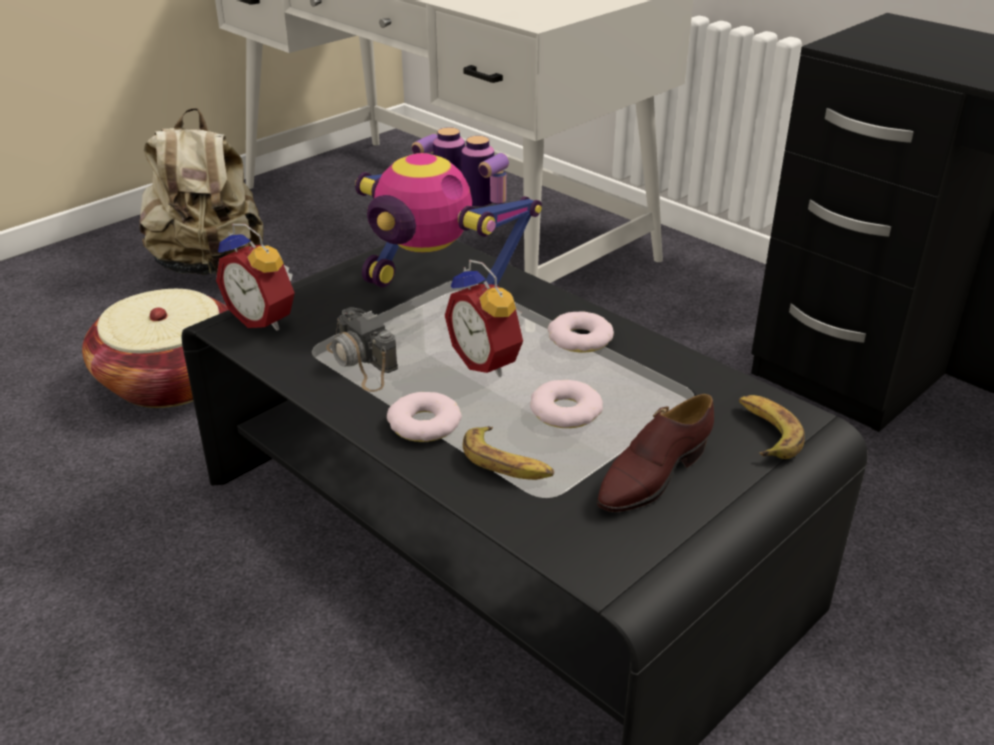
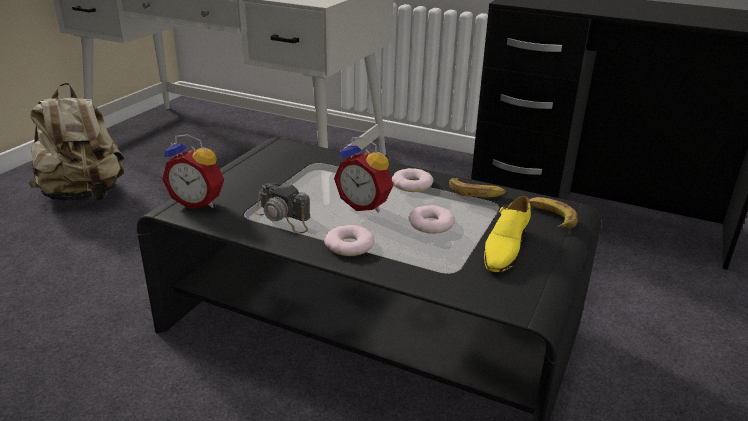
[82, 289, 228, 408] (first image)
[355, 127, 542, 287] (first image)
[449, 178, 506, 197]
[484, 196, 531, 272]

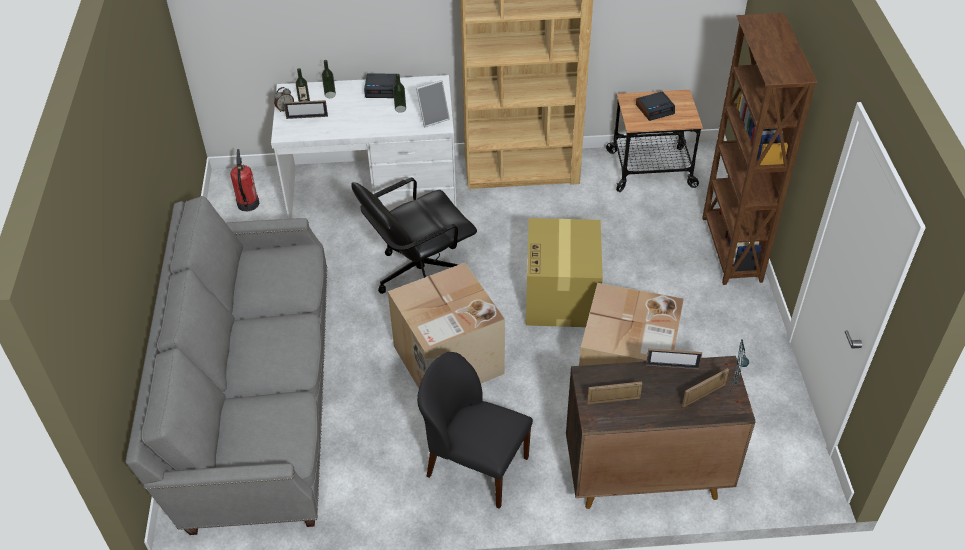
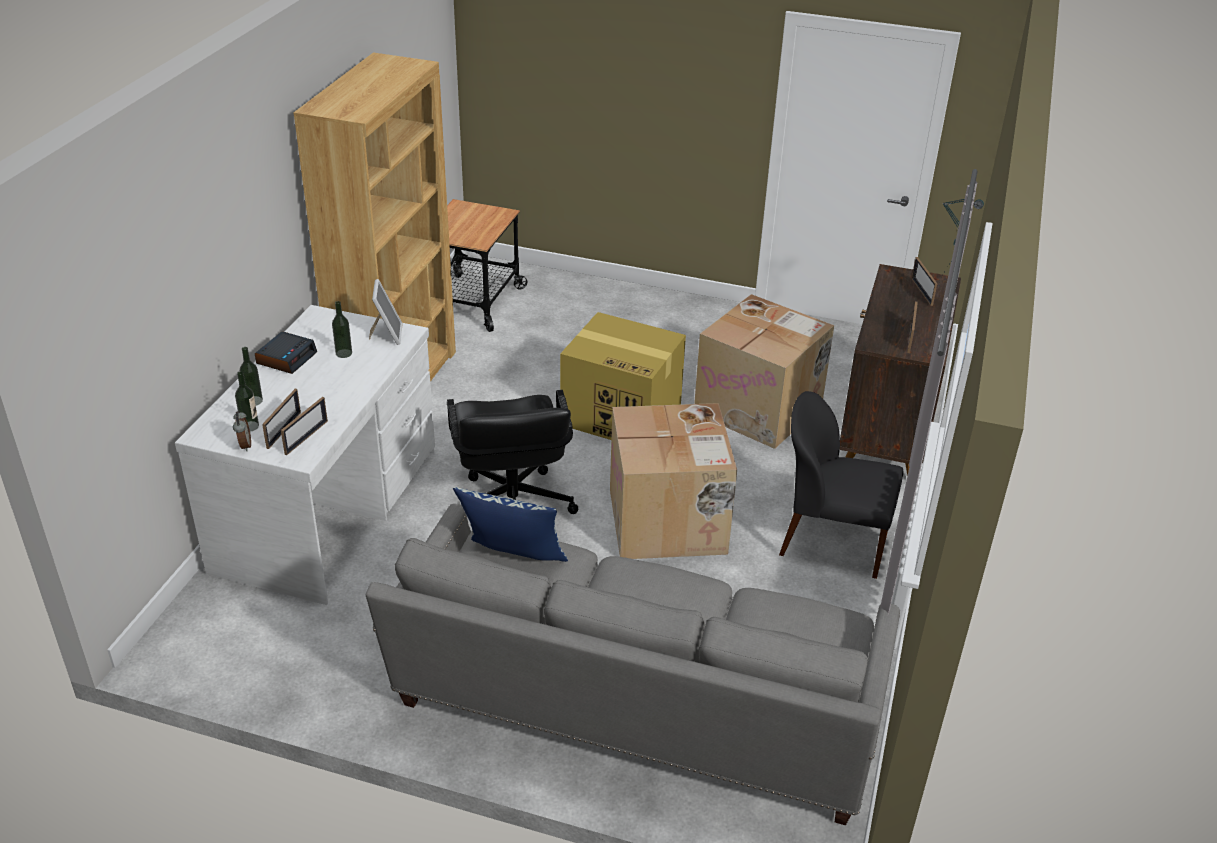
[230, 149, 259, 212] (first image)
[636, 91, 675, 121] (first image)
[702, 13, 818, 285] (first image)
[453, 487, 568, 562]
[281, 397, 328, 455]
[779, 391, 904, 579]

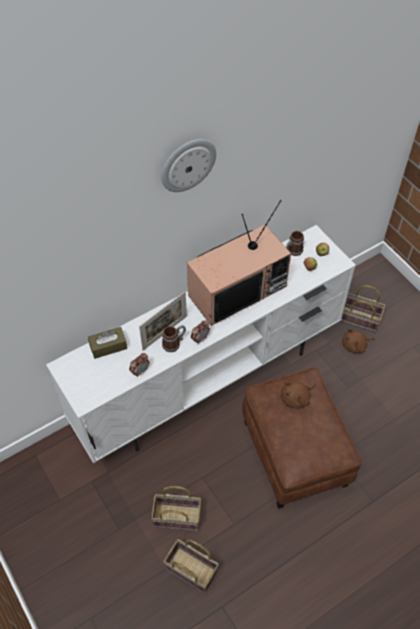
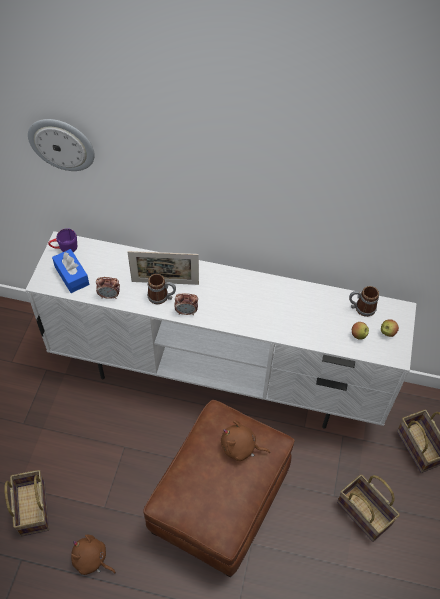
[88, 327, 127, 359] (first image)
[187, 200, 291, 326] (first image)
[48, 228, 77, 252]
[52, 249, 89, 293]
[337, 474, 400, 542]
[28, 119, 95, 171]
[71, 535, 116, 575]

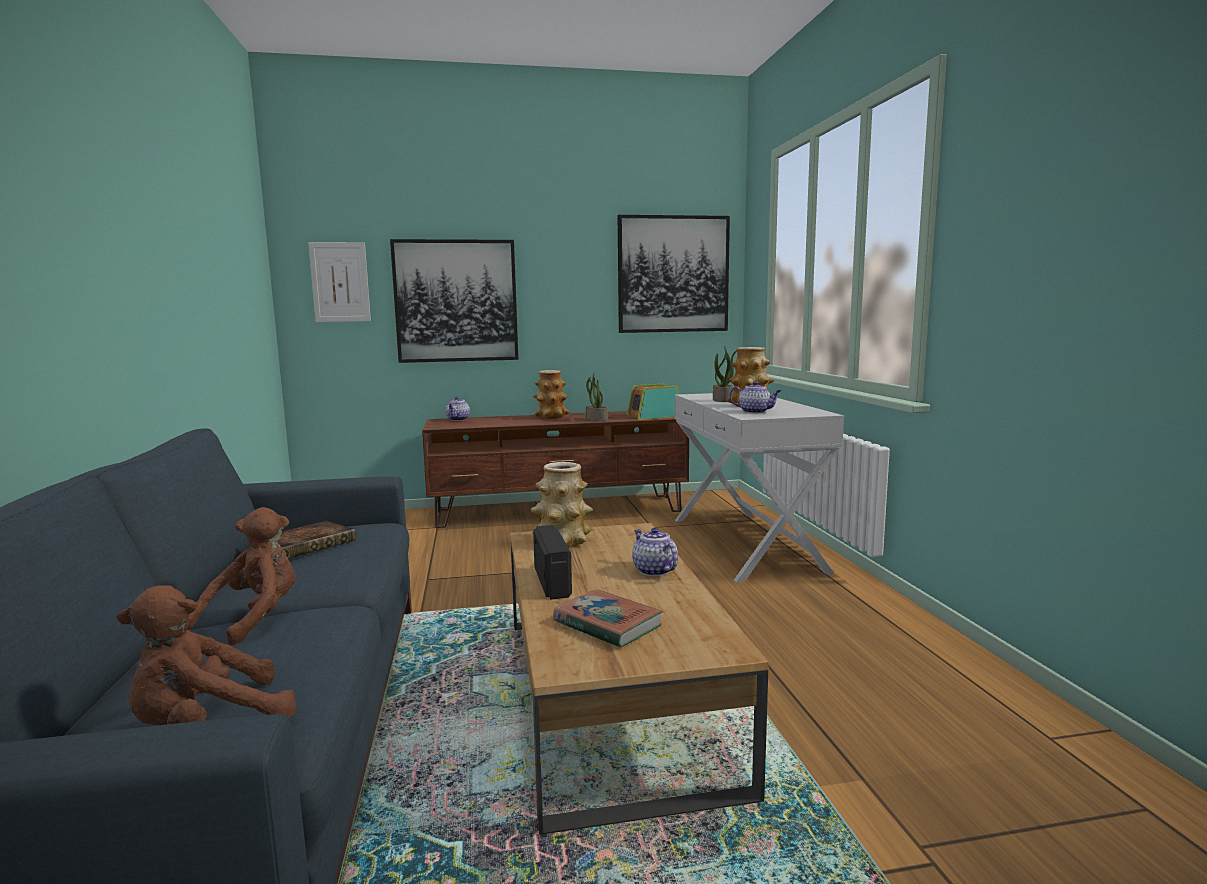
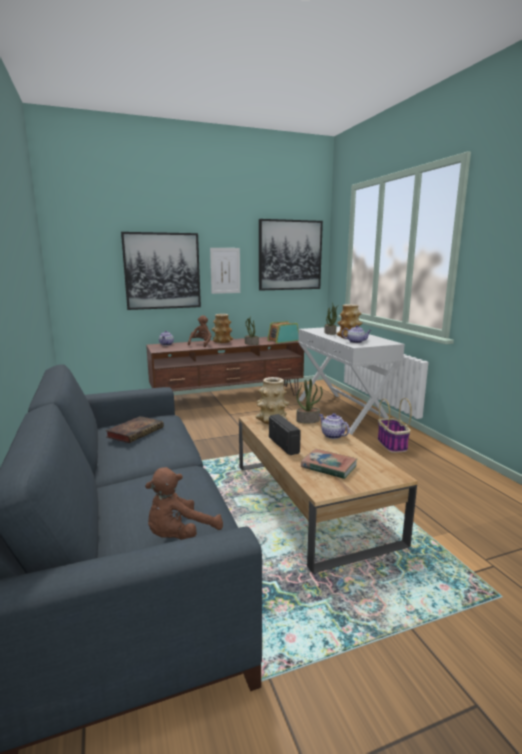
[296, 379, 322, 423]
[378, 398, 412, 453]
[188, 315, 211, 347]
[210, 248, 240, 294]

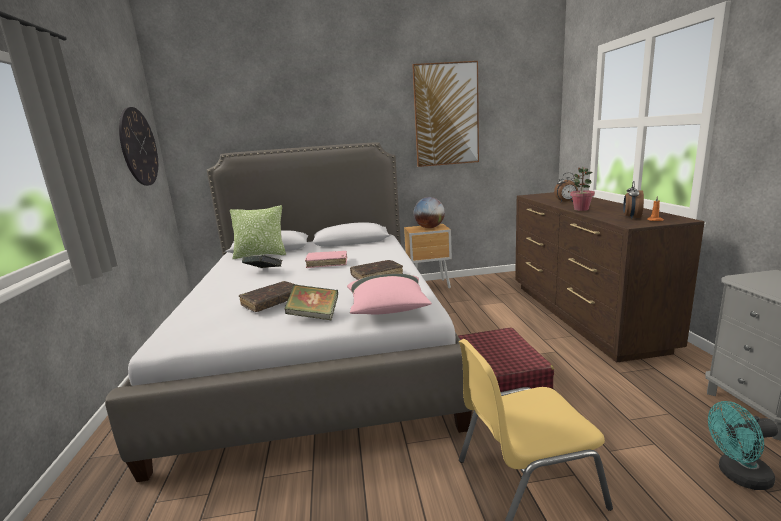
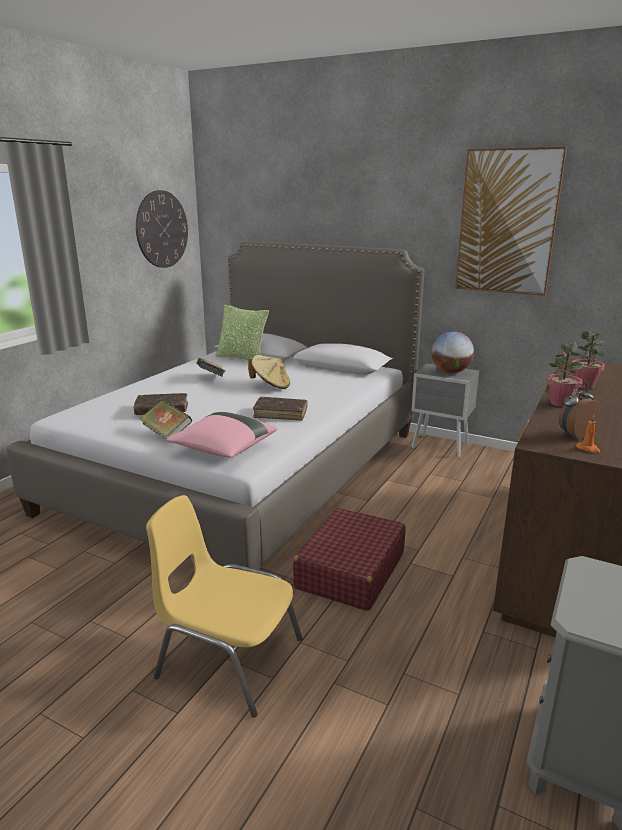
[708, 401, 778, 490] (first image)
[248, 355, 290, 389]
[572, 330, 606, 389]
[411, 363, 479, 458]

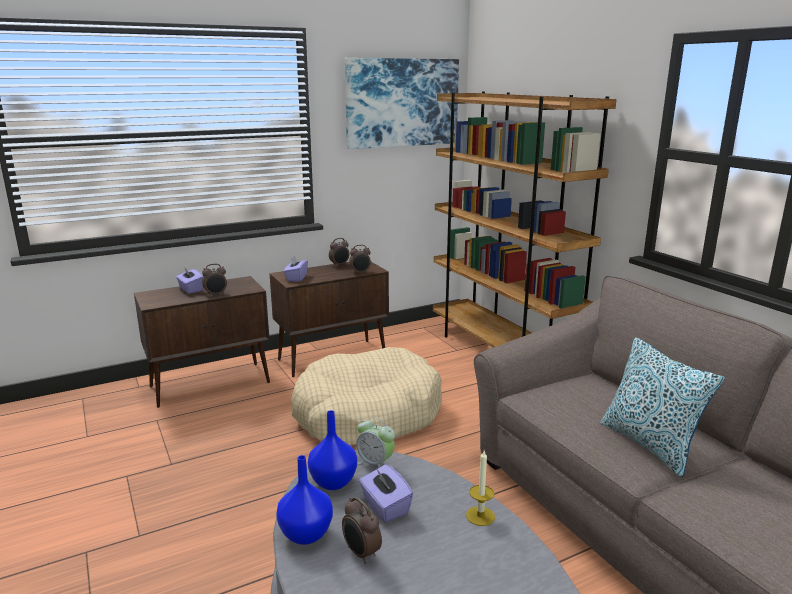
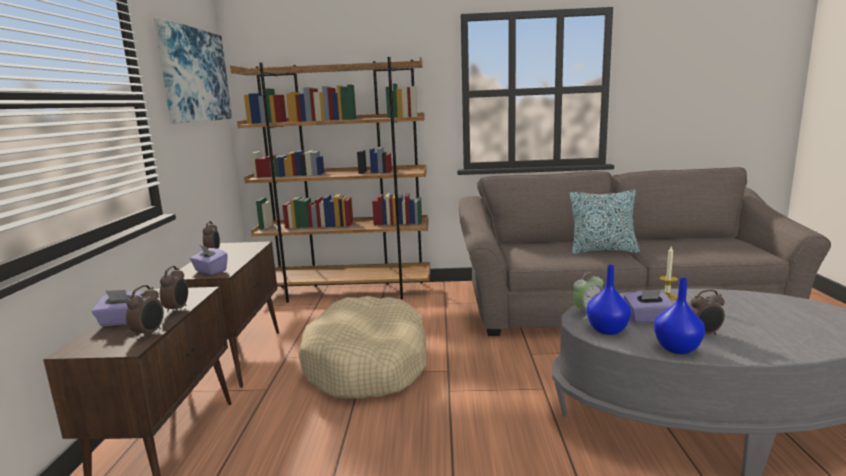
[126, 285, 164, 339]

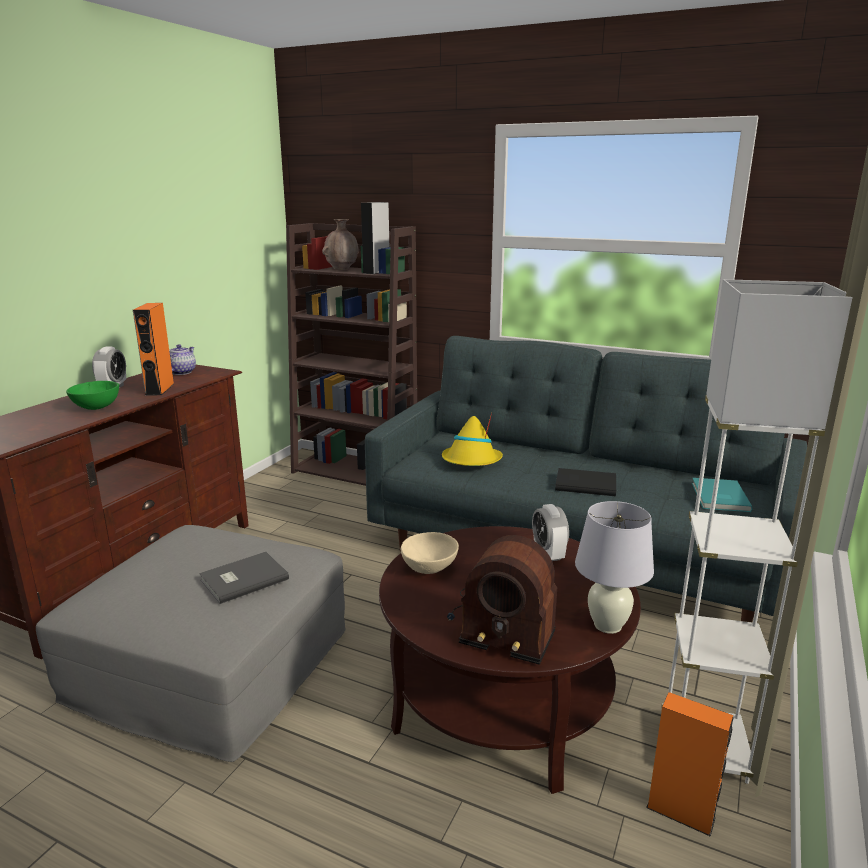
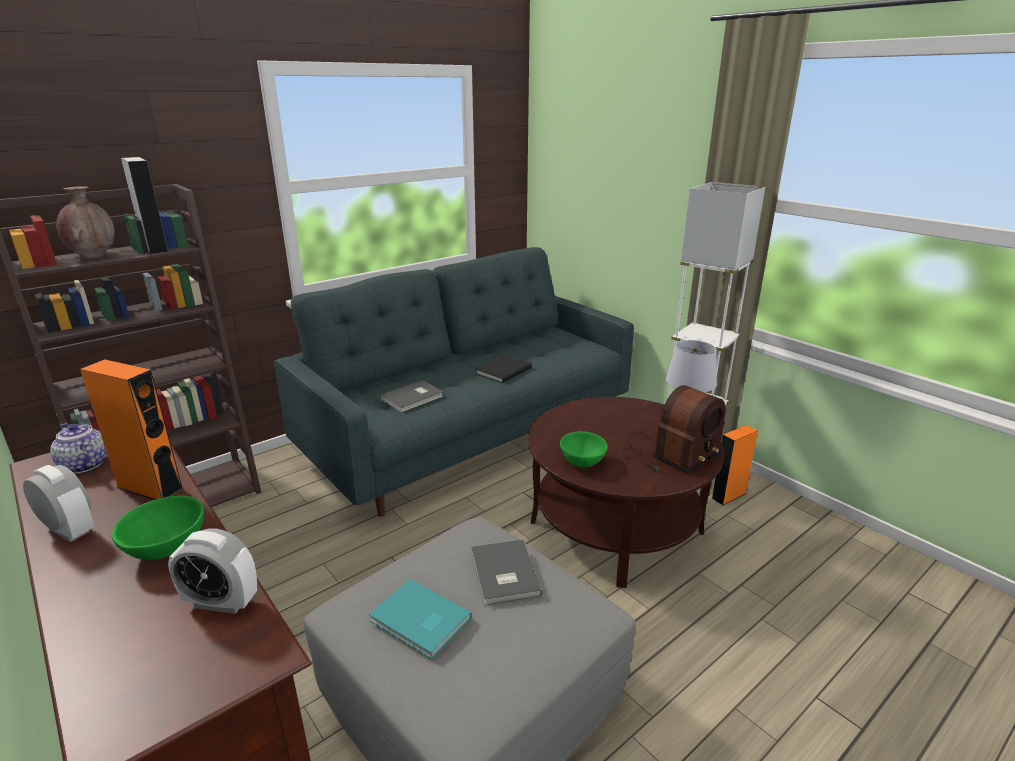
[168, 528, 257, 614]
[369, 579, 472, 660]
[380, 380, 444, 413]
[560, 431, 608, 467]

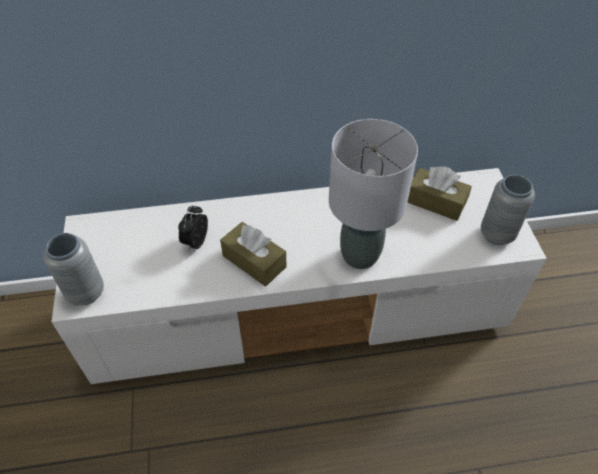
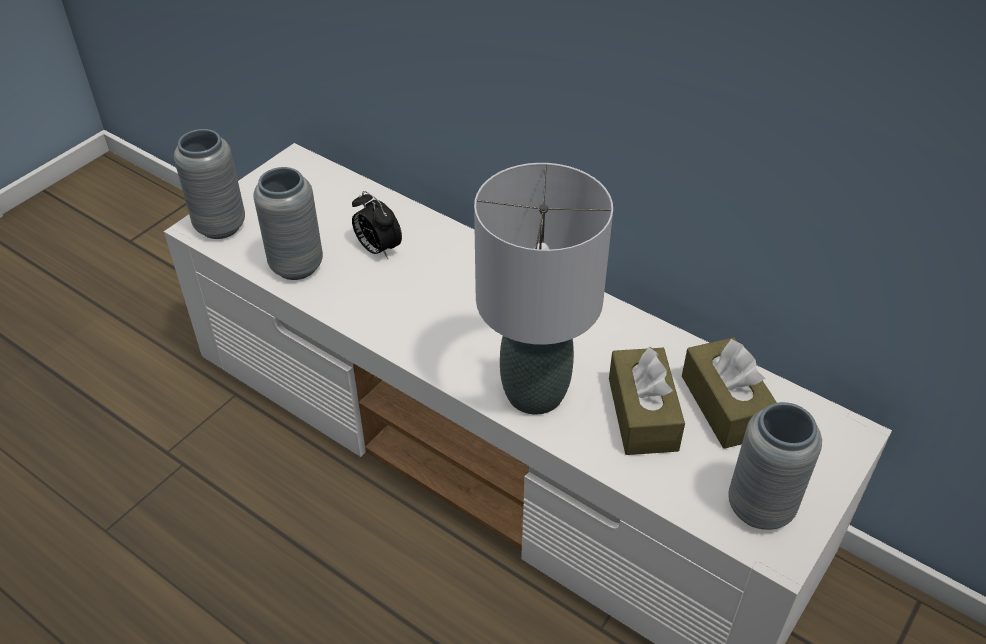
[253, 167, 323, 280]
[609, 346, 685, 455]
[352, 191, 402, 259]

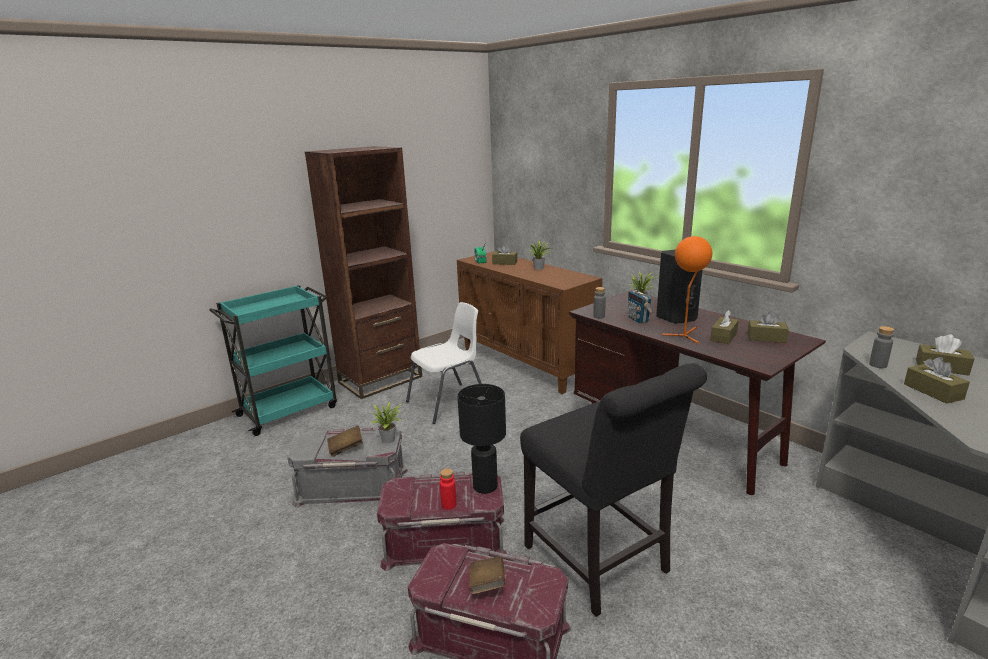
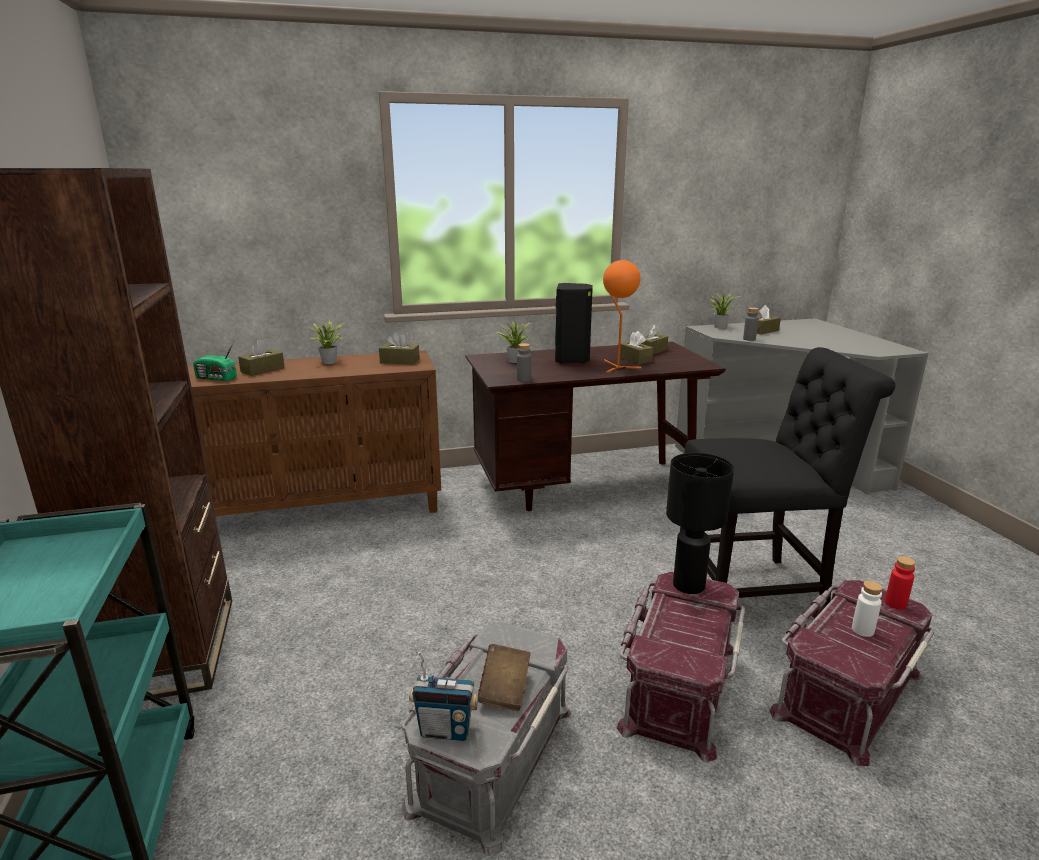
[406, 302, 482, 424] (first image)
[710, 293, 741, 329]
[885, 556, 916, 610]
[409, 652, 479, 741]
[379, 332, 420, 365]
[852, 581, 883, 637]

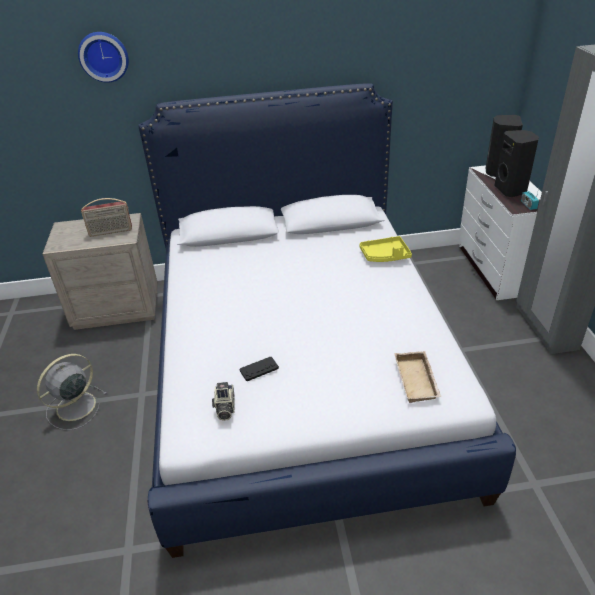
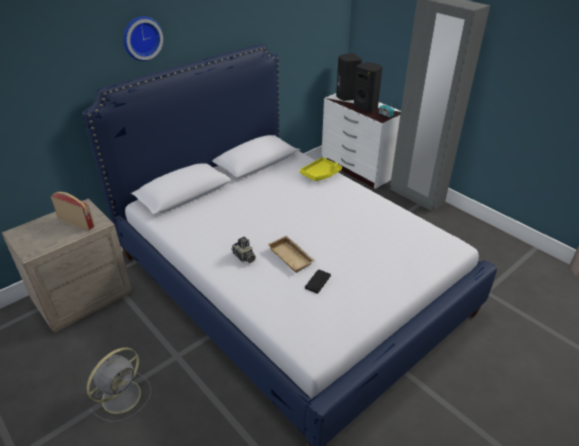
[123, 16, 163, 61]
[231, 237, 256, 263]
[268, 236, 316, 273]
[87, 347, 151, 422]
[51, 192, 95, 231]

